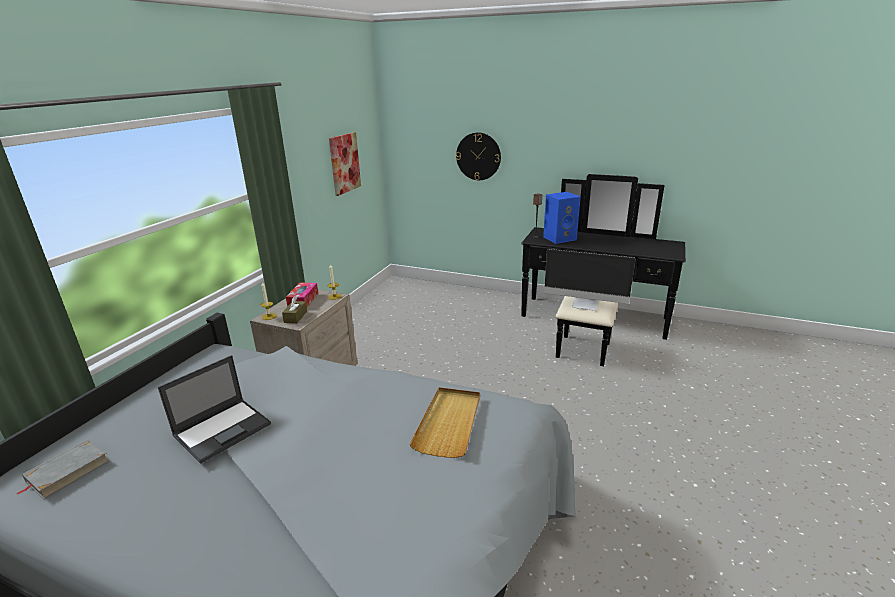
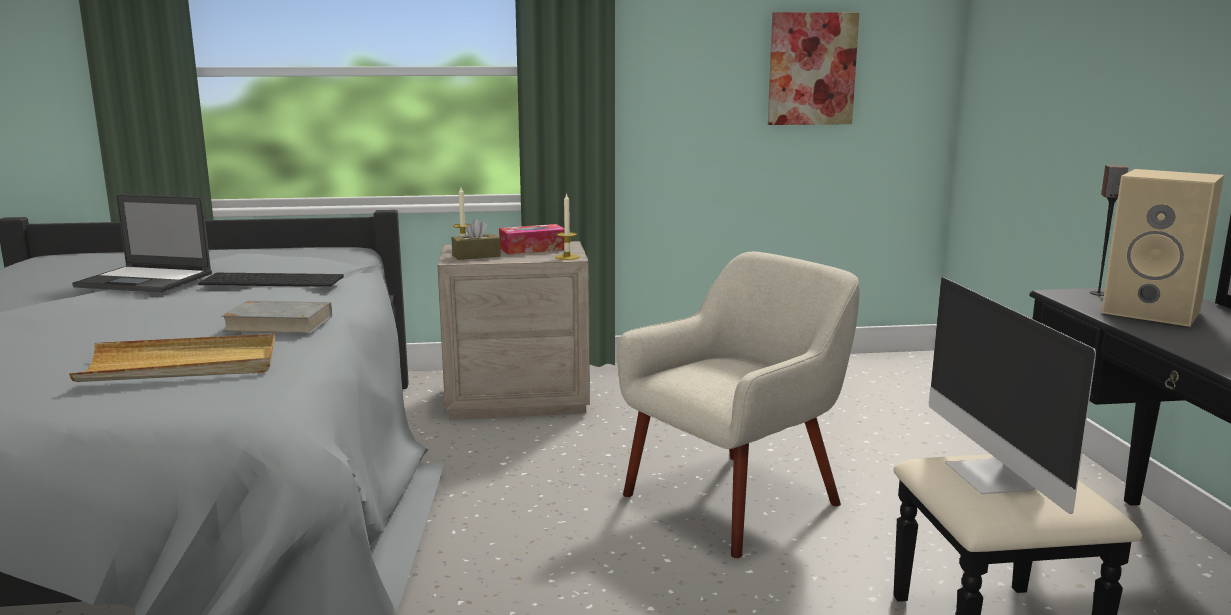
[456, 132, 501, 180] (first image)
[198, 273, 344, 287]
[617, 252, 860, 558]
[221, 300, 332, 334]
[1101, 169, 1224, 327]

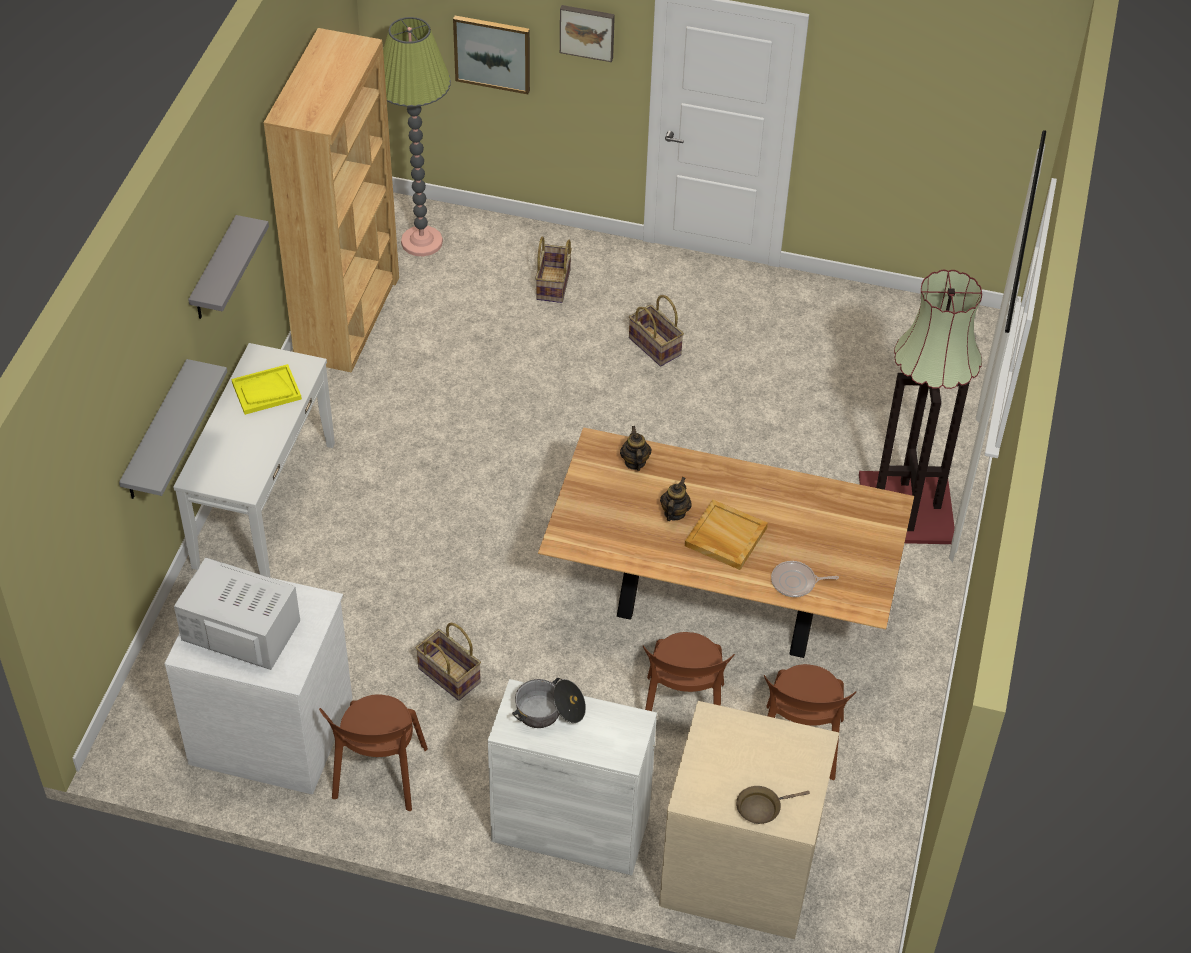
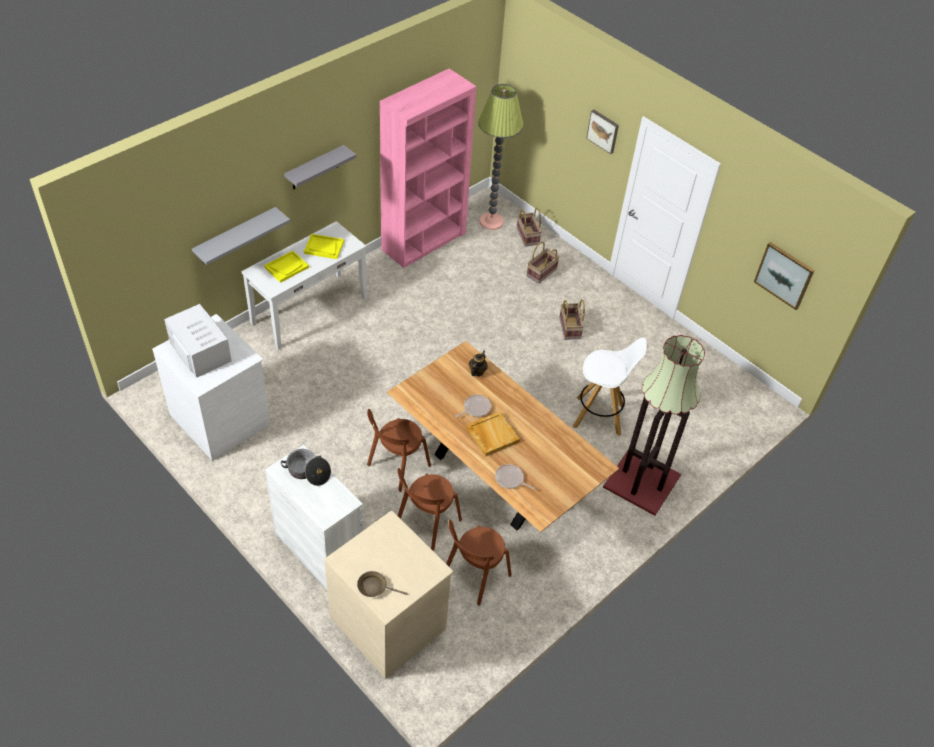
[264, 251, 309, 283]
[573, 337, 647, 436]
[367, 409, 431, 492]
[517, 208, 542, 246]
[754, 242, 815, 310]
[455, 395, 491, 417]
[380, 68, 476, 268]

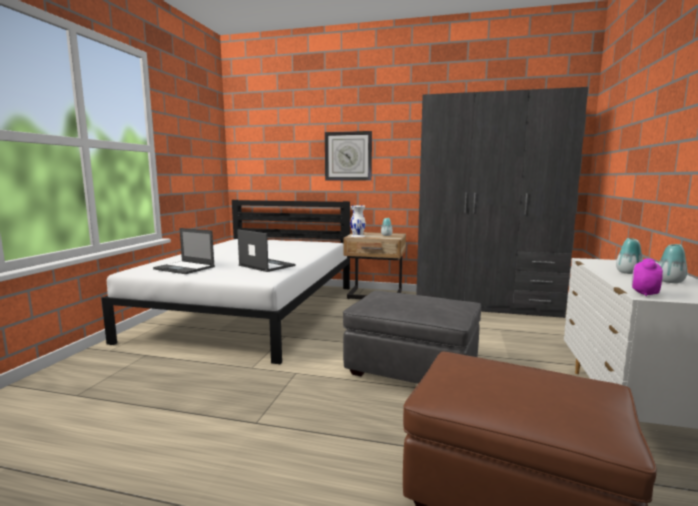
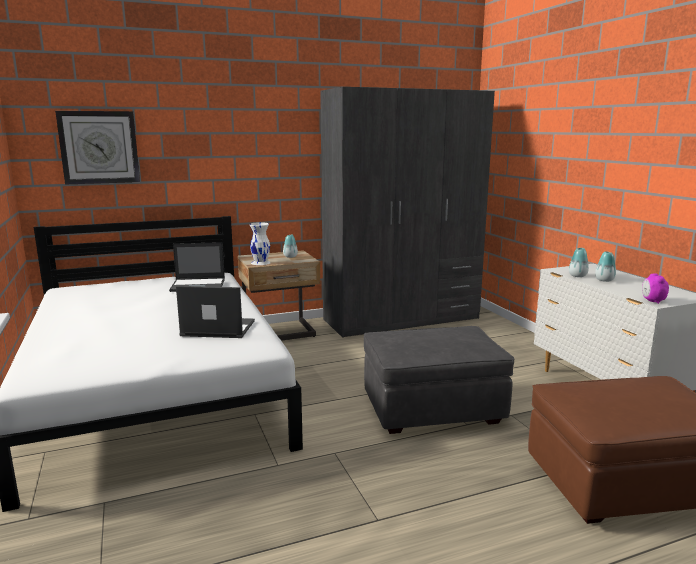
[169, 242, 225, 292]
[55, 111, 140, 185]
[569, 248, 589, 277]

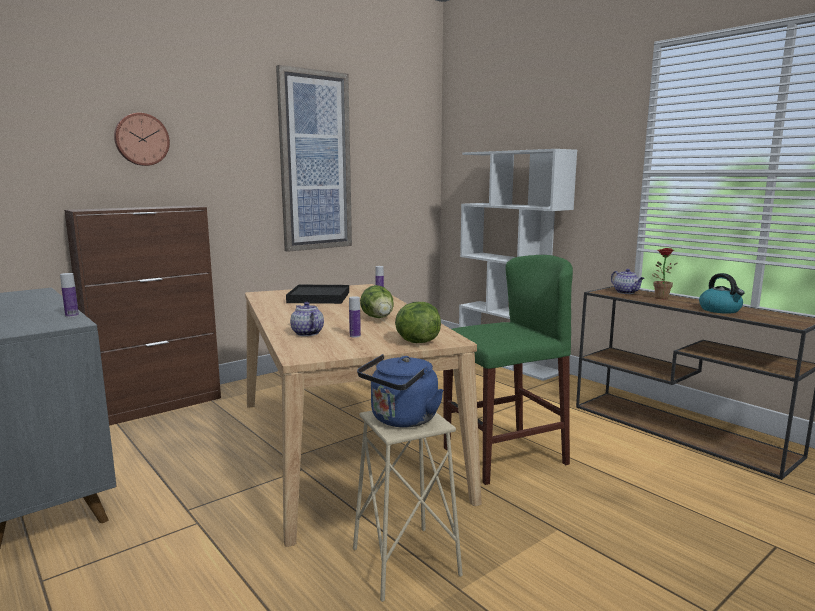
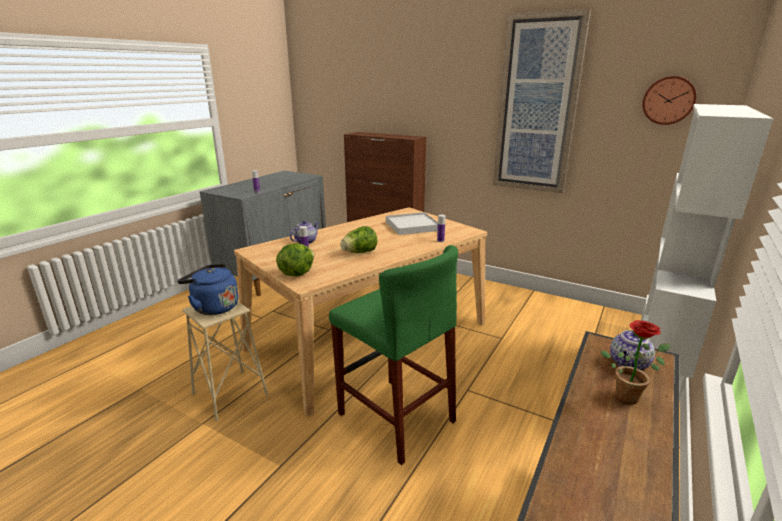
[699, 273, 745, 314] (first image)
[642, 76, 696, 125]
[386, 212, 438, 235]

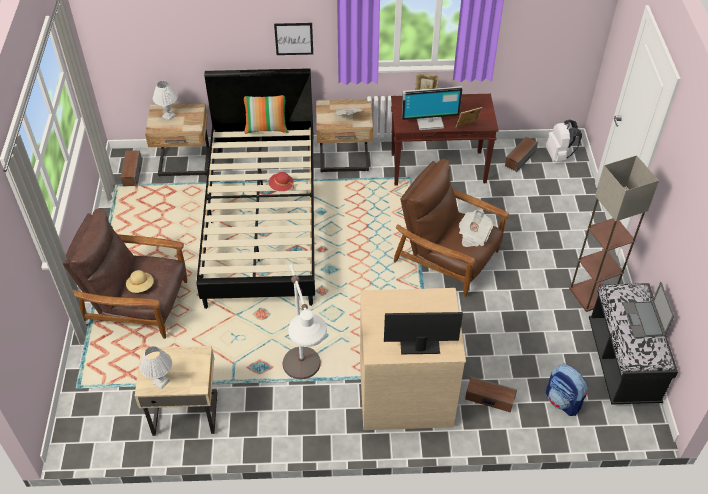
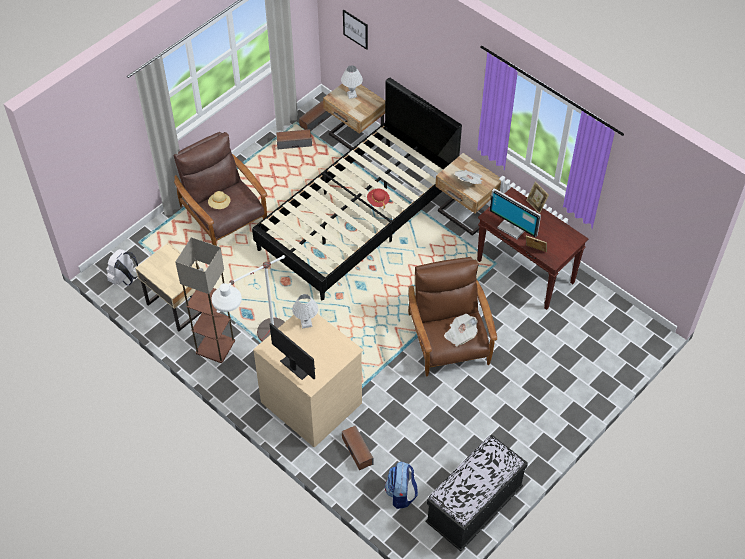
[244, 95, 288, 134] (first image)
[623, 282, 674, 338] (first image)
[292, 294, 318, 328]
[343, 9, 368, 50]
[276, 129, 312, 149]
[106, 249, 138, 285]
[175, 237, 235, 363]

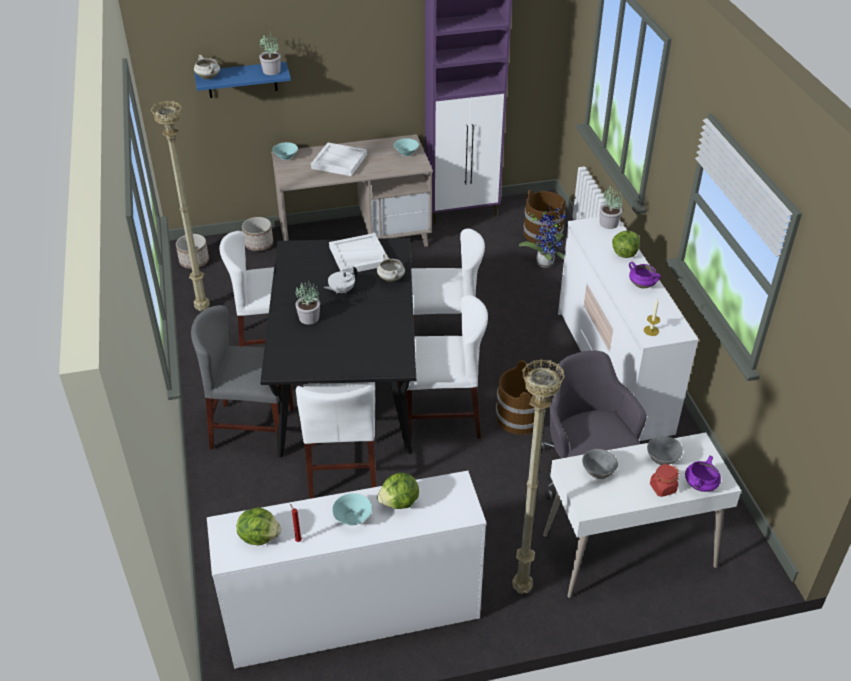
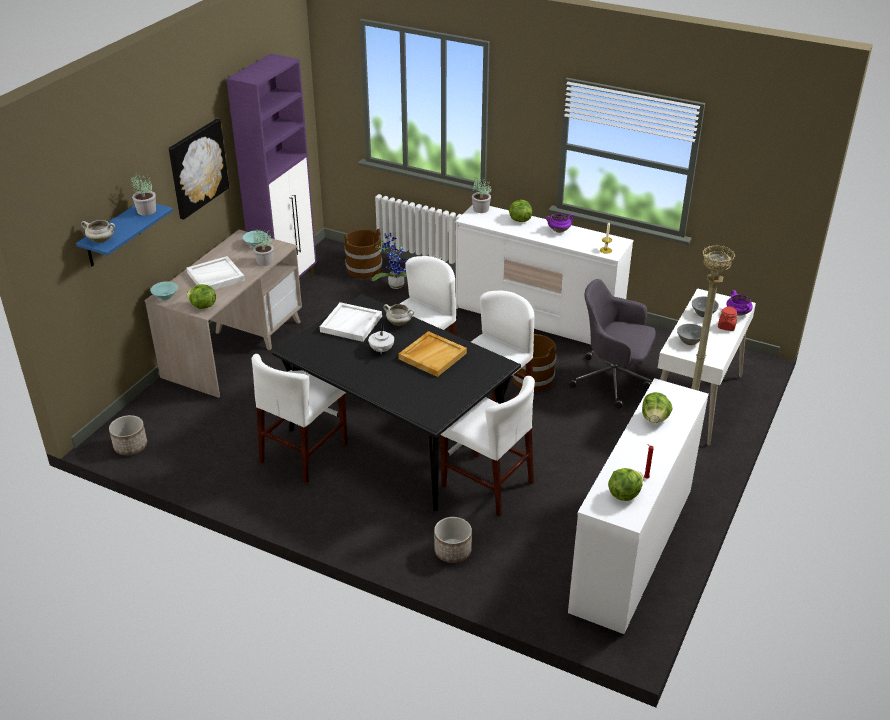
[150, 101, 210, 311] (first image)
[191, 305, 294, 449] (first image)
[332, 493, 372, 525] (first image)
[168, 119, 229, 220]
[186, 284, 216, 309]
[398, 331, 467, 377]
[434, 517, 472, 563]
[253, 229, 274, 266]

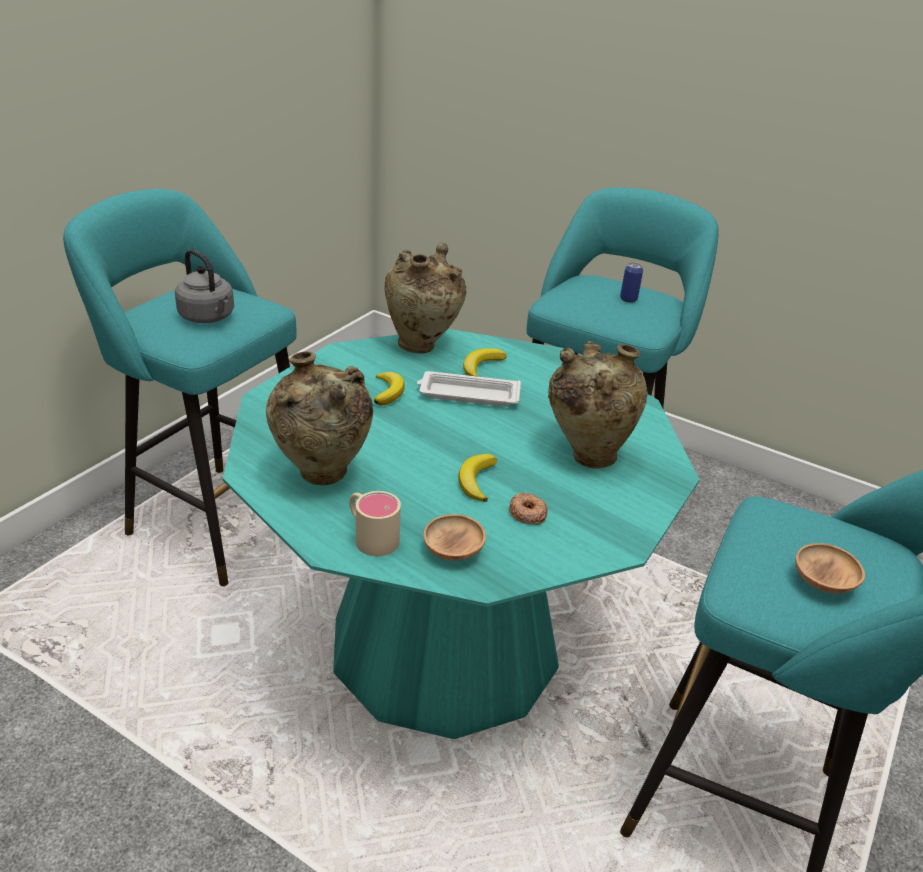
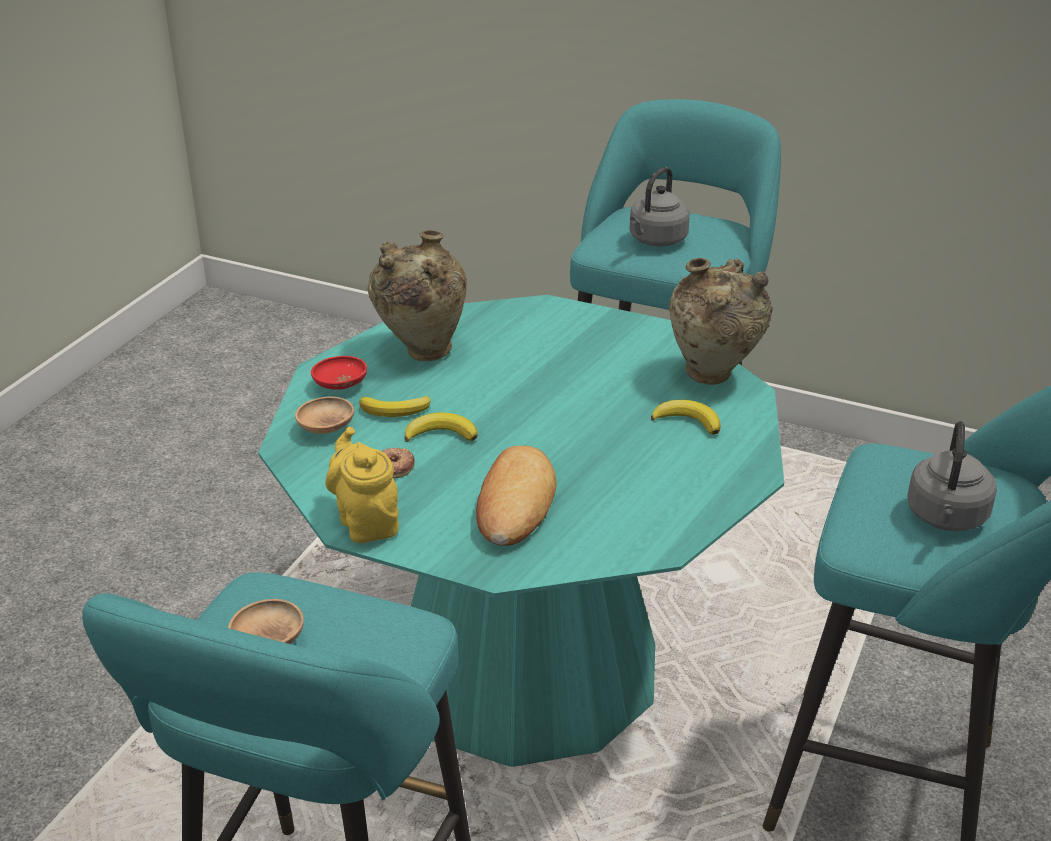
[417, 371, 521, 406] (first image)
[325, 427, 399, 543]
[359, 396, 430, 417]
[311, 356, 367, 390]
[476, 446, 557, 545]
[907, 421, 997, 531]

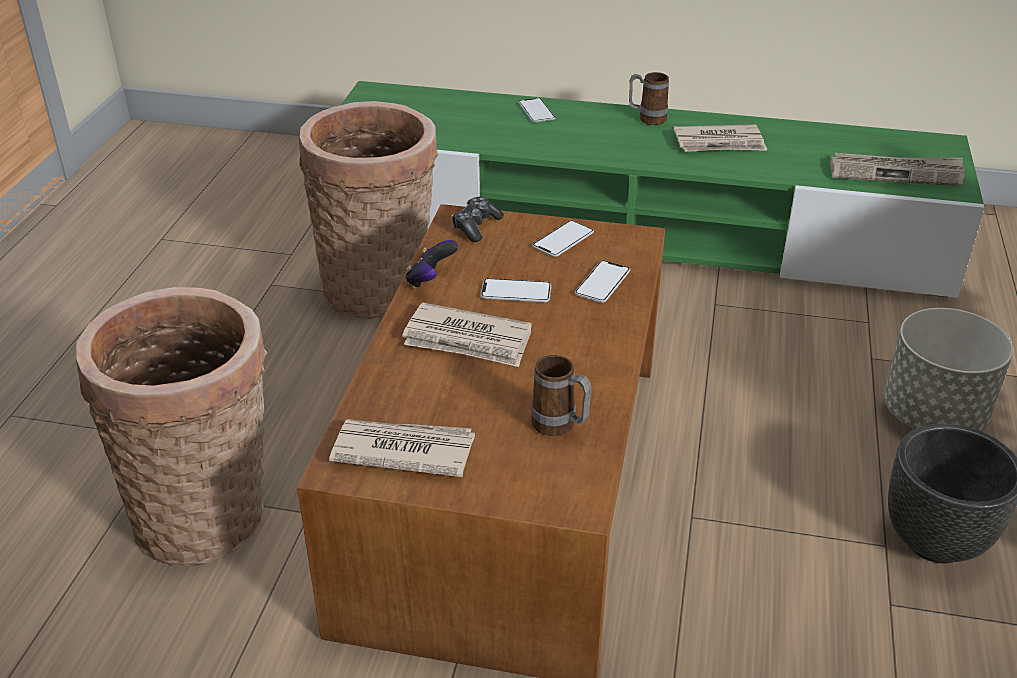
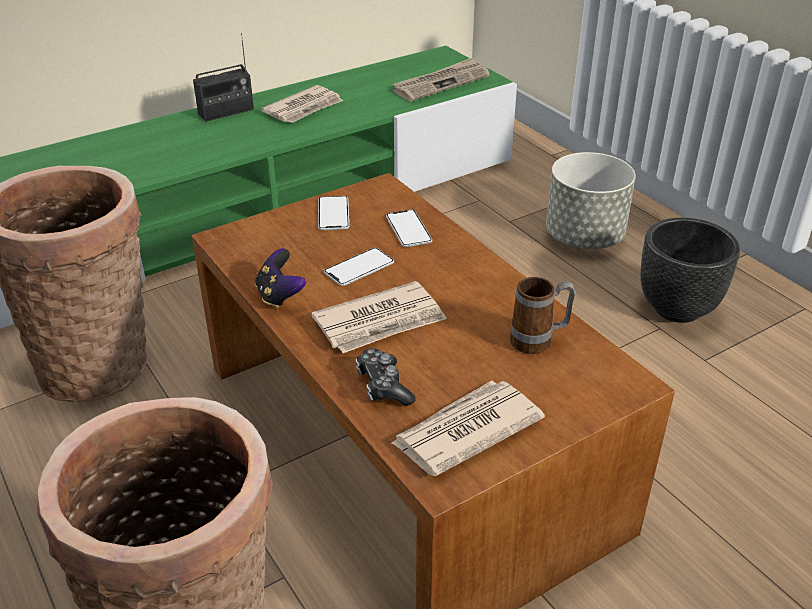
[519, 98, 555, 122] (first image)
[355, 348, 415, 406]
[193, 33, 254, 122]

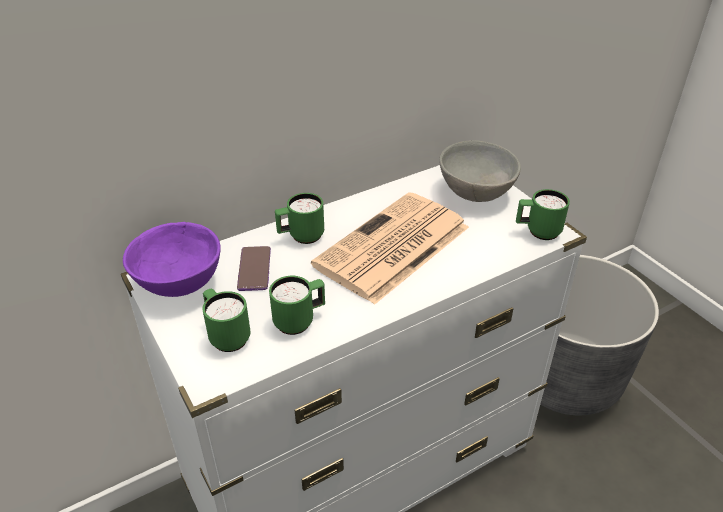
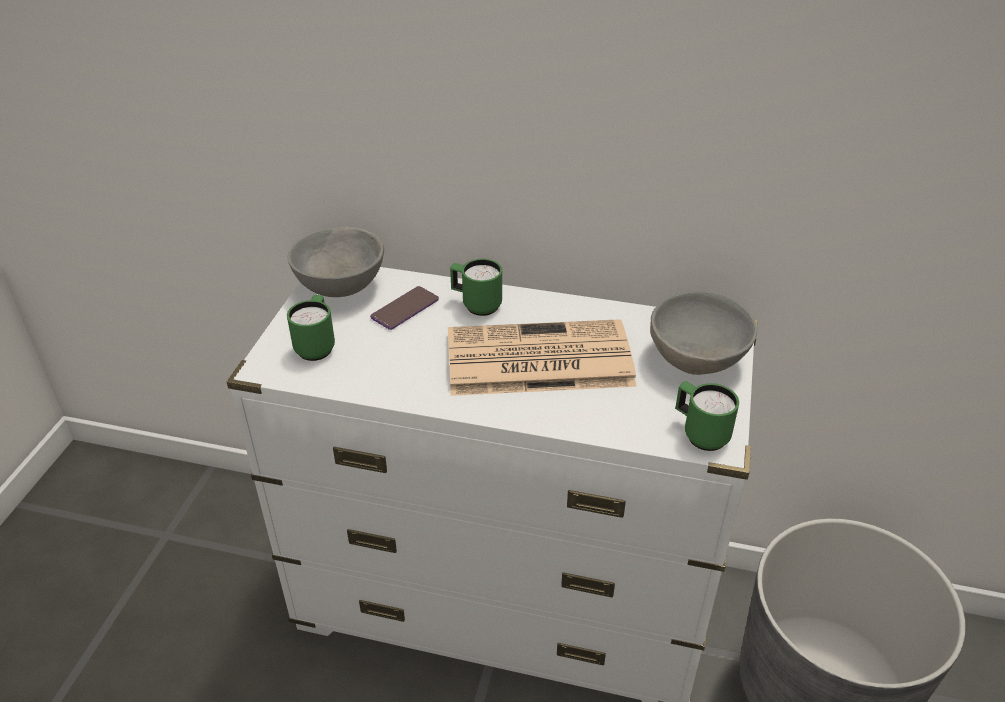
[269, 276, 325, 335] (first image)
[288, 227, 384, 297]

